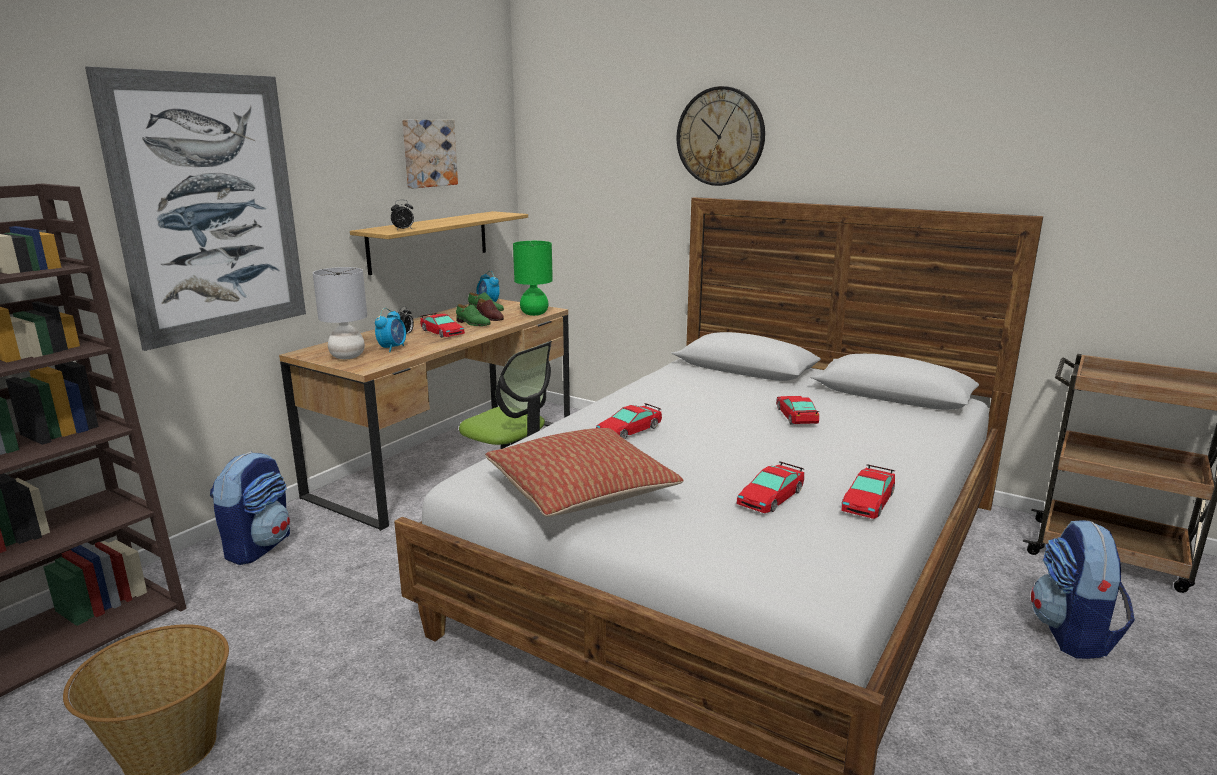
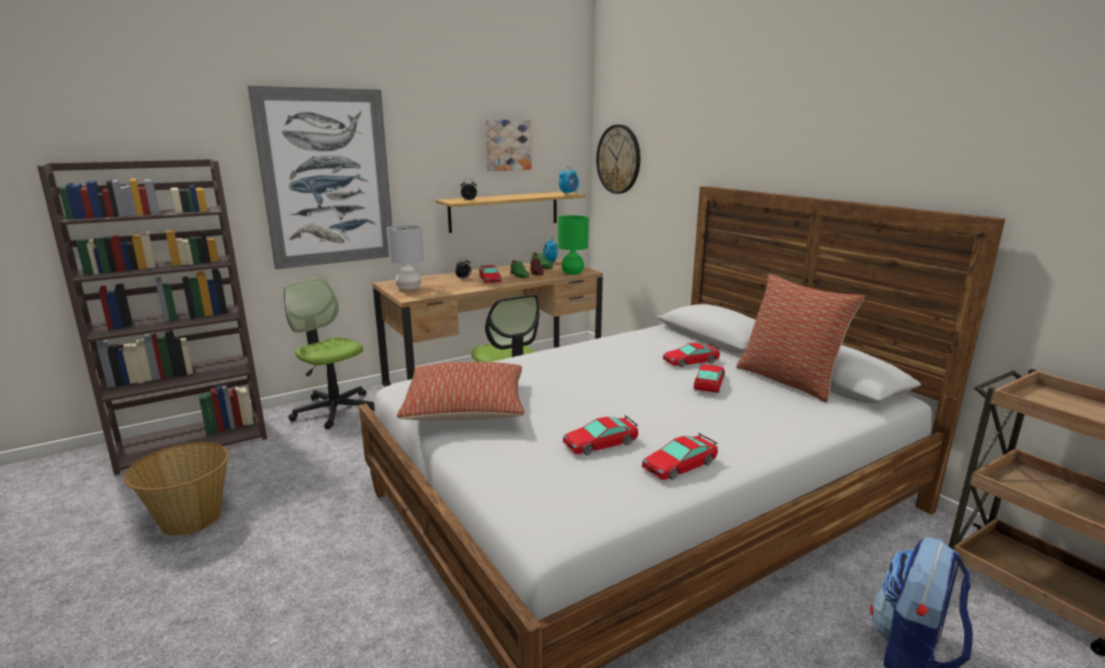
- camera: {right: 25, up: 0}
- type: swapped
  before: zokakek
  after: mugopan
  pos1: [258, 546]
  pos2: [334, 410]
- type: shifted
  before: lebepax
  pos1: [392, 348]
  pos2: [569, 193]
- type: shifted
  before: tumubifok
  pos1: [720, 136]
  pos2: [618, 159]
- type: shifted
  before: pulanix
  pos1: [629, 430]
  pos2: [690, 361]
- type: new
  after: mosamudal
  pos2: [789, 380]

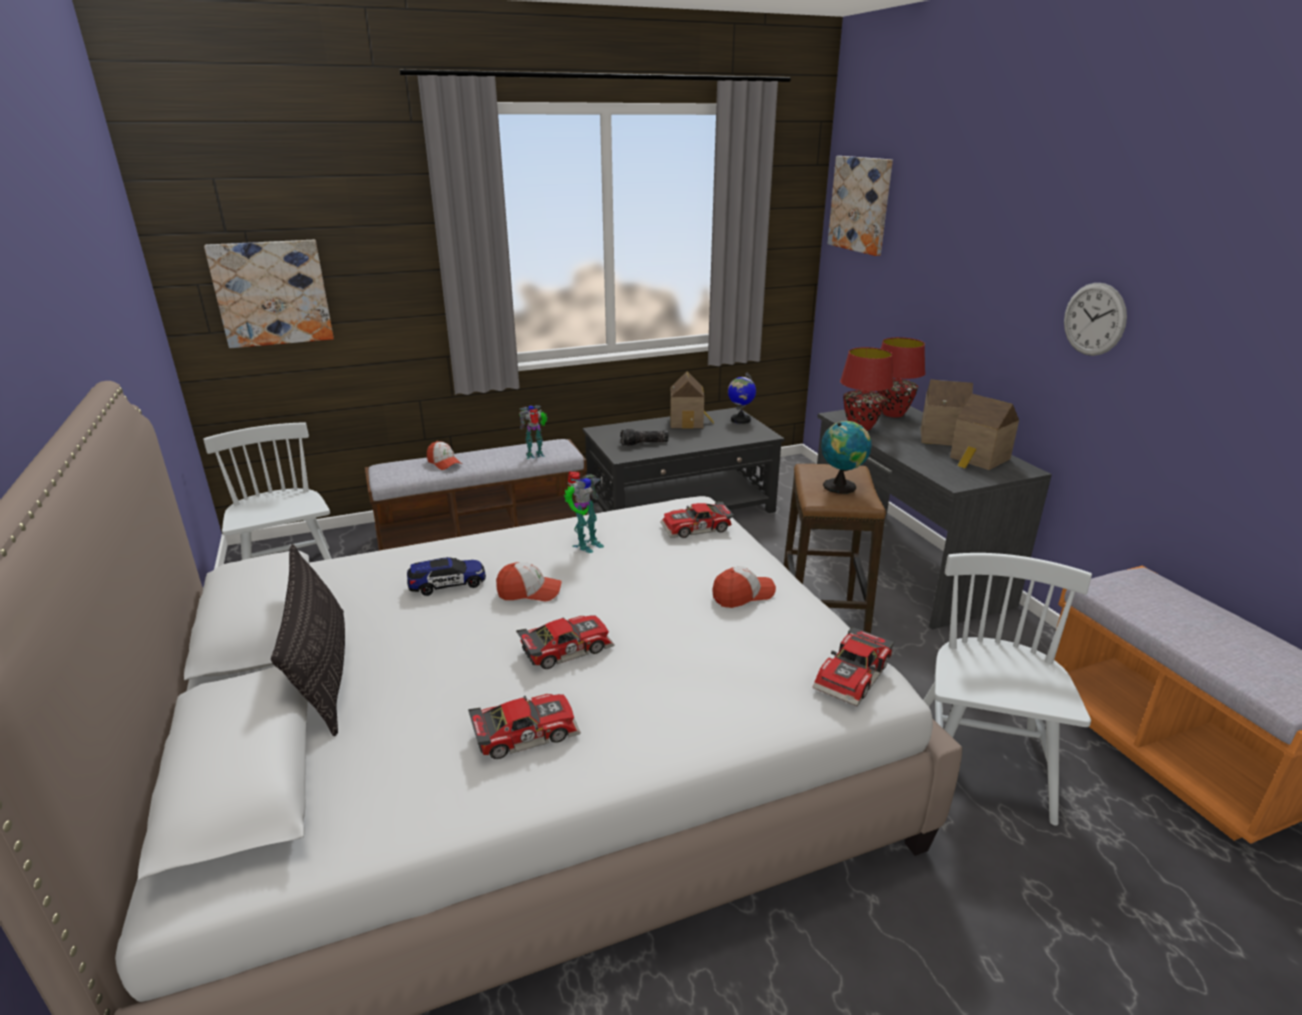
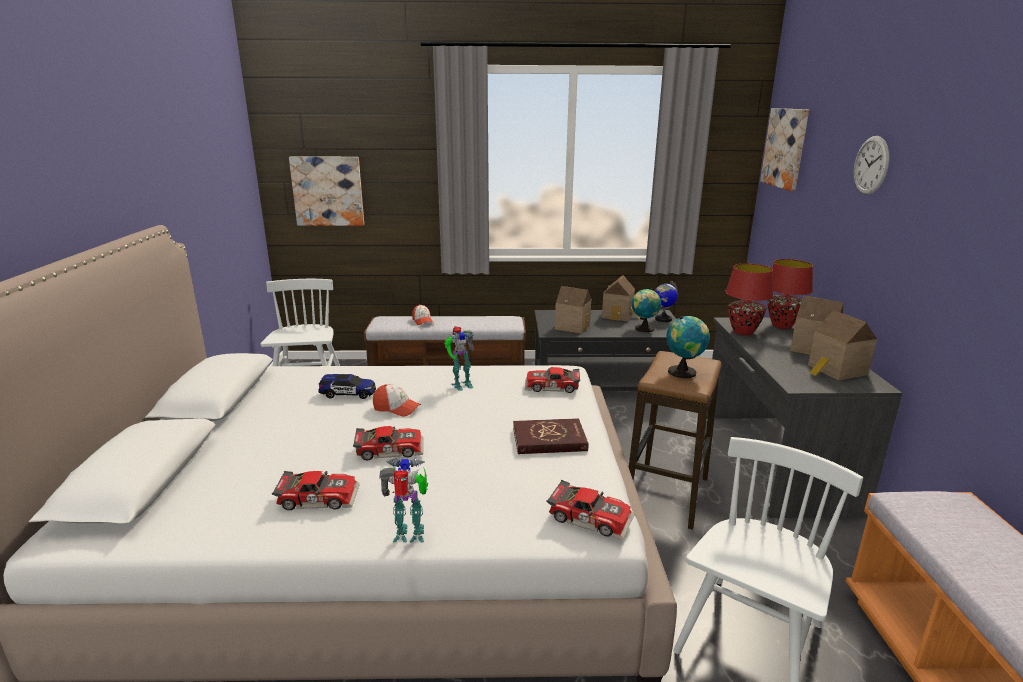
- camera: {right: 20, up: -5}
- type: shifted
  before: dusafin
  pos1: [536, 455]
  pos2: [411, 536]
- type: swapped
  before: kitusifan
  after: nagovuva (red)
  pos1: [743, 595]
  pos2: [549, 440]
- type: rotated
  before: pulanix
  pos1: [855, 676]
  pos2: [590, 516]
  turn: -120
- type: swapped
  before: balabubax
  after: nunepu
  pos1: [644, 444]
  pos2: [572, 326]
- type: new
  after: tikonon
  pos2: [643, 329]
- type: shifted
  before: tumubifok
  pos1: [1094, 319]
  pos2: [871, 165]
- type: gone
  before: mosamudal
  pos1: [323, 670]

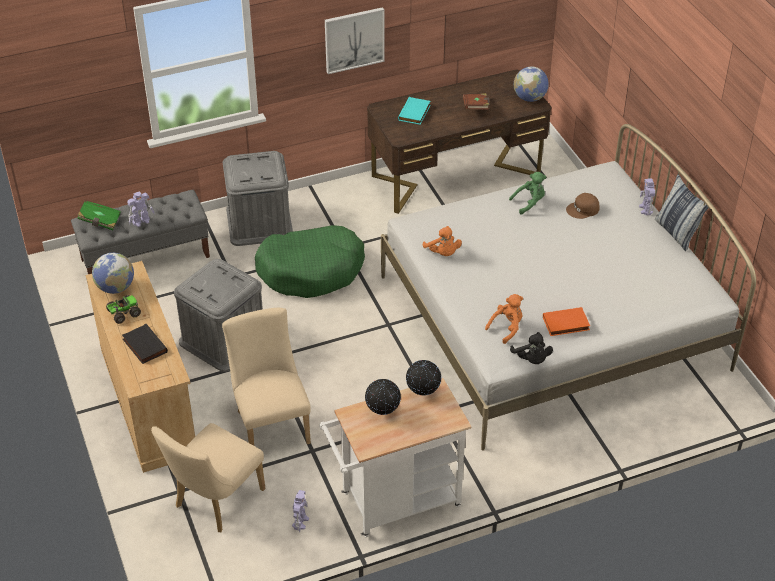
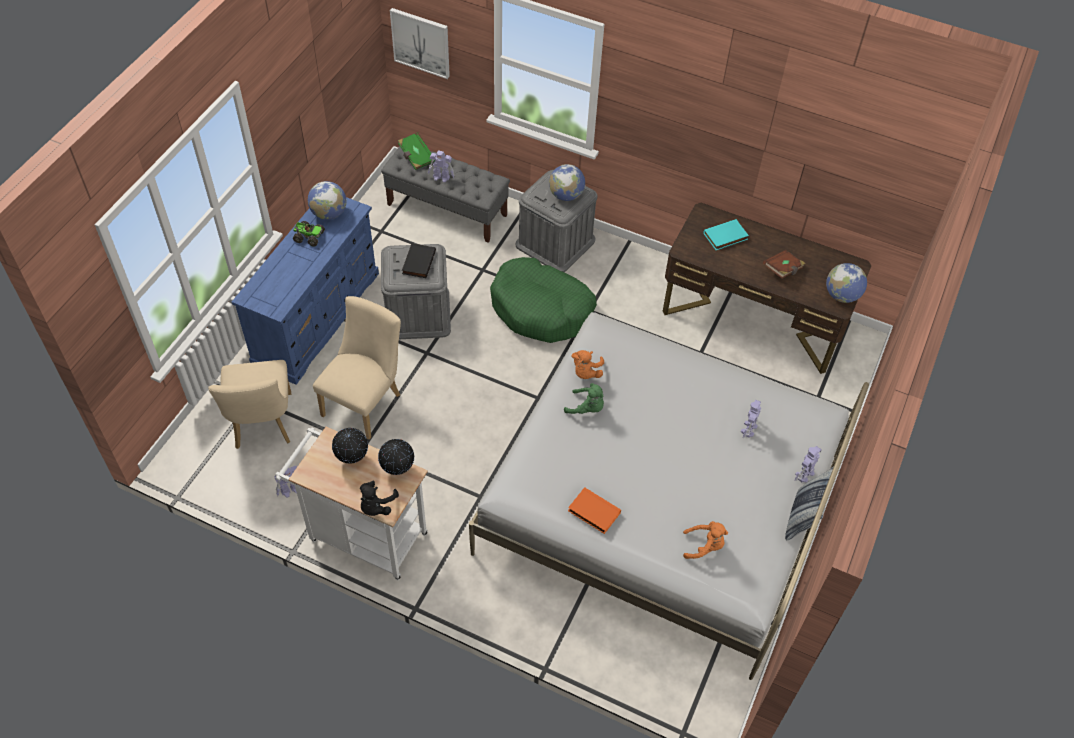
- camera: {right: 45, up: 10}
- type: rotated
  before: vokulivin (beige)
  pos1: [215, 502]
  pos2: [262, 425]
  turn: -90
- type: repainted
  before: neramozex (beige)
  after: neramozex (blue)
  pos1: [148, 400]
  pos2: [317, 317]
- type: shifted
  before: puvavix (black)
  pos1: [531, 359]
  pos2: [376, 506]
- type: shifted
  before: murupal
  pos1: [354, 39]
  pos2: [421, 42]
- type: shifted
  before: nagovuva (black)
  pos1: [143, 346]
  pos2: [418, 262]
- type: new
  after: tikonon
  pos2: [566, 195]
- type: shifted
  before: puvavix (green)
  pos1: [529, 203]
  pos2: [587, 408]
- type: shifted
  before: puvavix (orange)
  pos1: [507, 328]
  pos2: [704, 546]
- type: swapped
  before: kitusifan (brown)
  after: dusafin
  pos1: [583, 209]
  pos2: [748, 429]

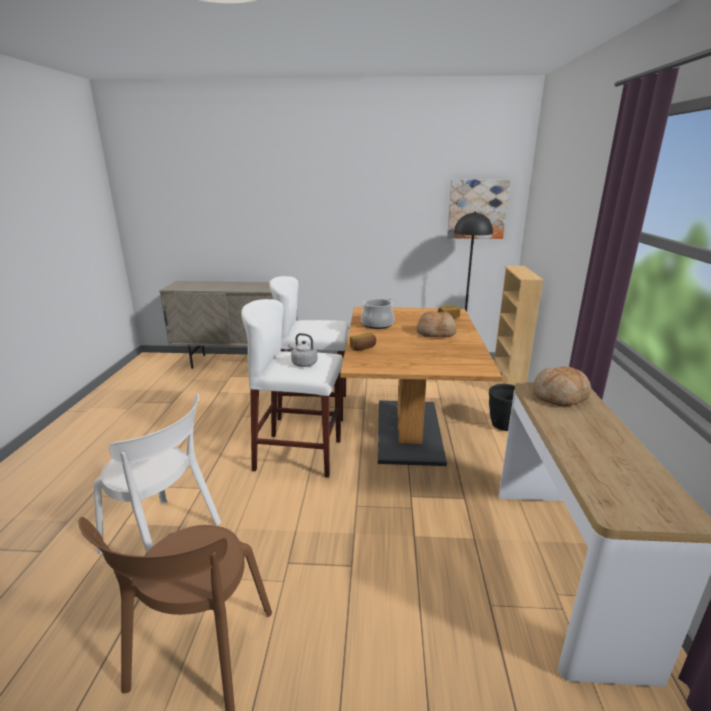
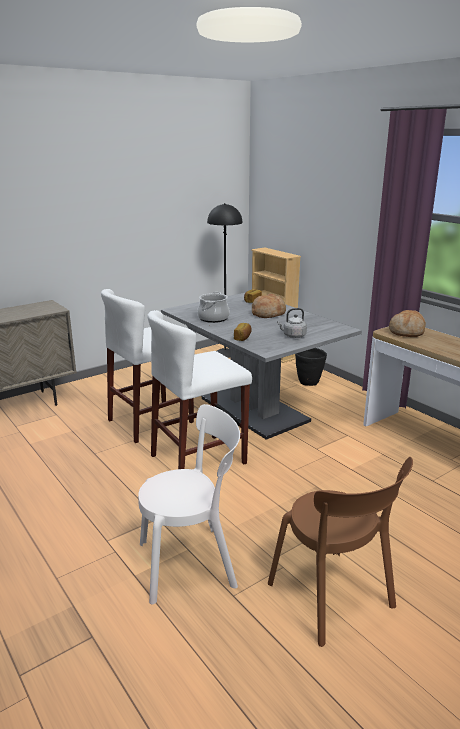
- camera: {right: -40, up: 0}
- type: repainted
  before: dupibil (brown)
  after: dupibil (grey)
  pos1: [408, 431]
  pos2: [254, 409]
- type: shifted
  before: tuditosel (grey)
  pos1: [303, 363]
  pos2: [293, 336]
- type: gone
  before: murupal
  pos1: [477, 209]

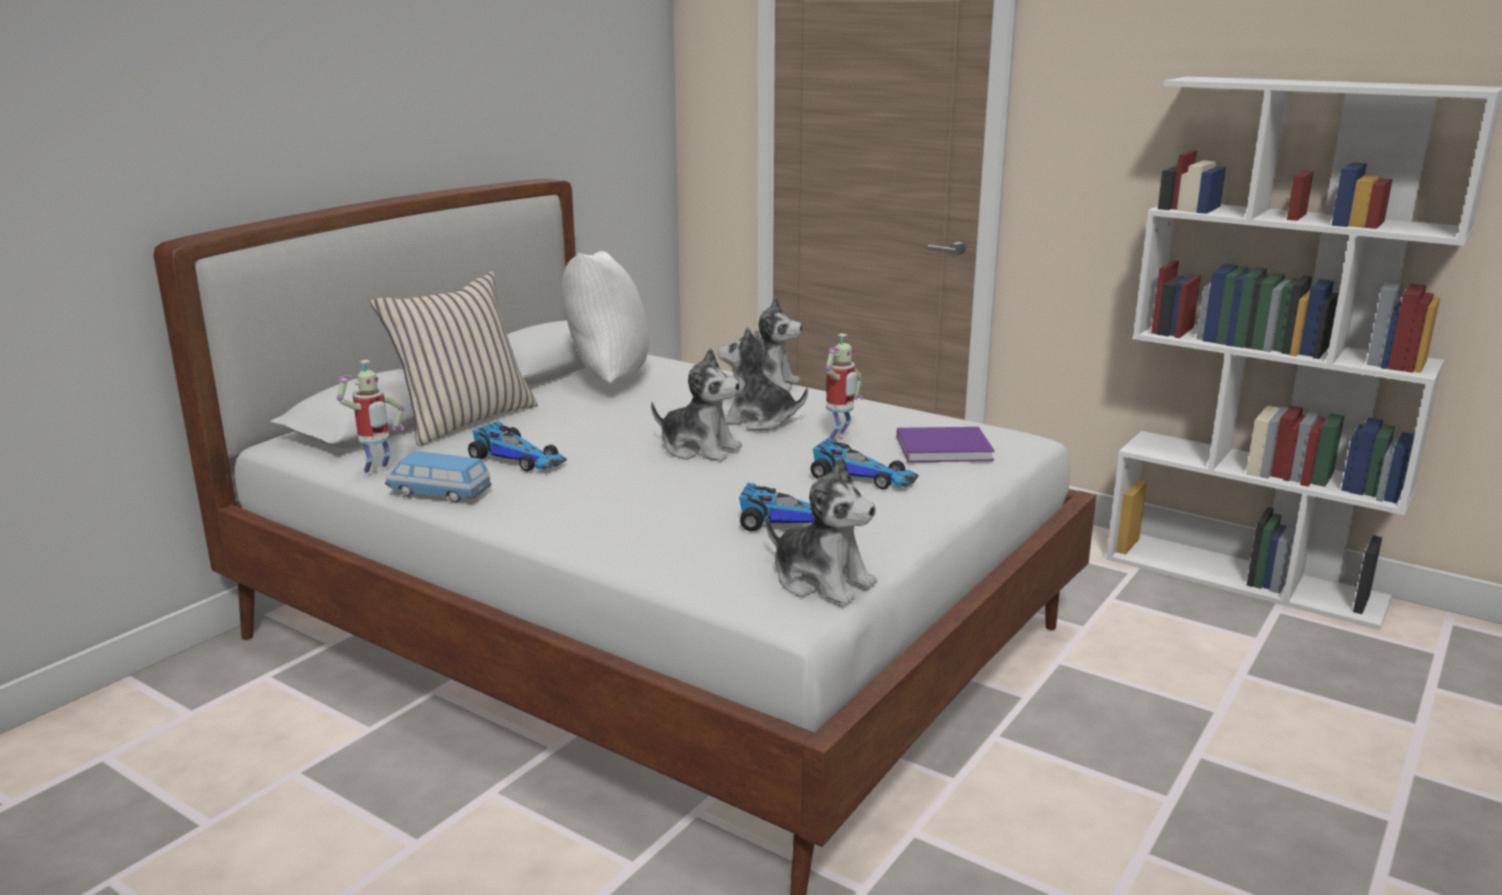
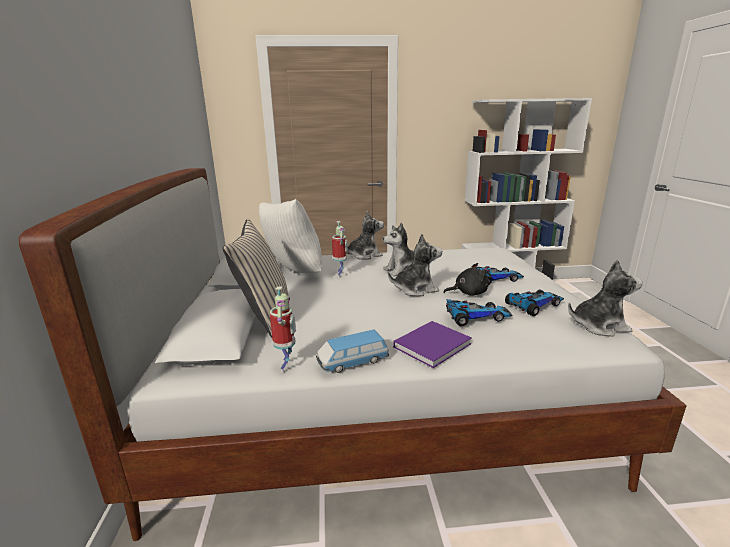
- camera: {right: -40, up: 0}
- type: shifted
  before: dusafin
  pos1: [839, 440]
  pos2: [341, 275]
- type: shifted
  before: nagovuva (purple)
  pos1: [947, 448]
  pos2: [433, 344]
- type: new
  after: puvavix (black)
  pos2: [468, 293]
- type: shifted
  before: pulanix
  pos1: [519, 458]
  pos2: [475, 316]

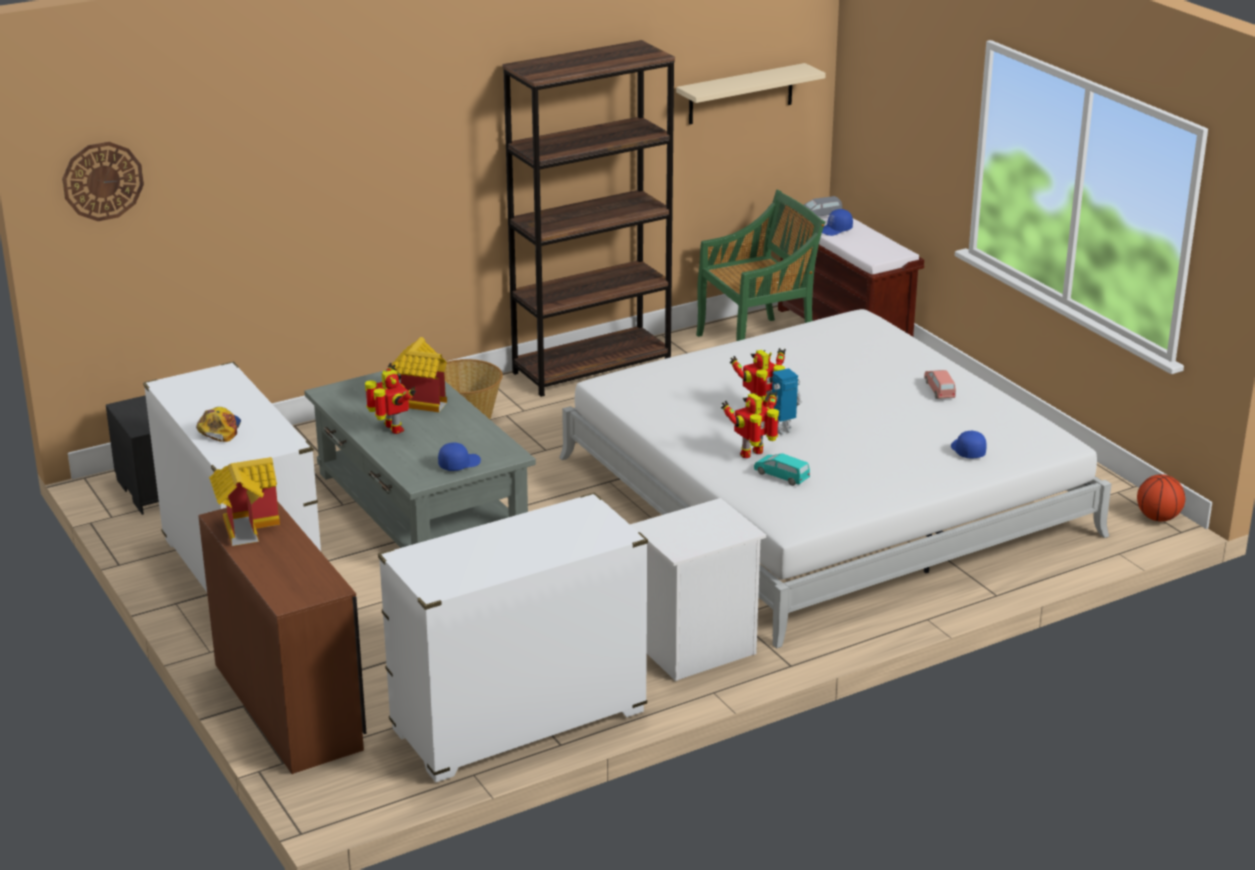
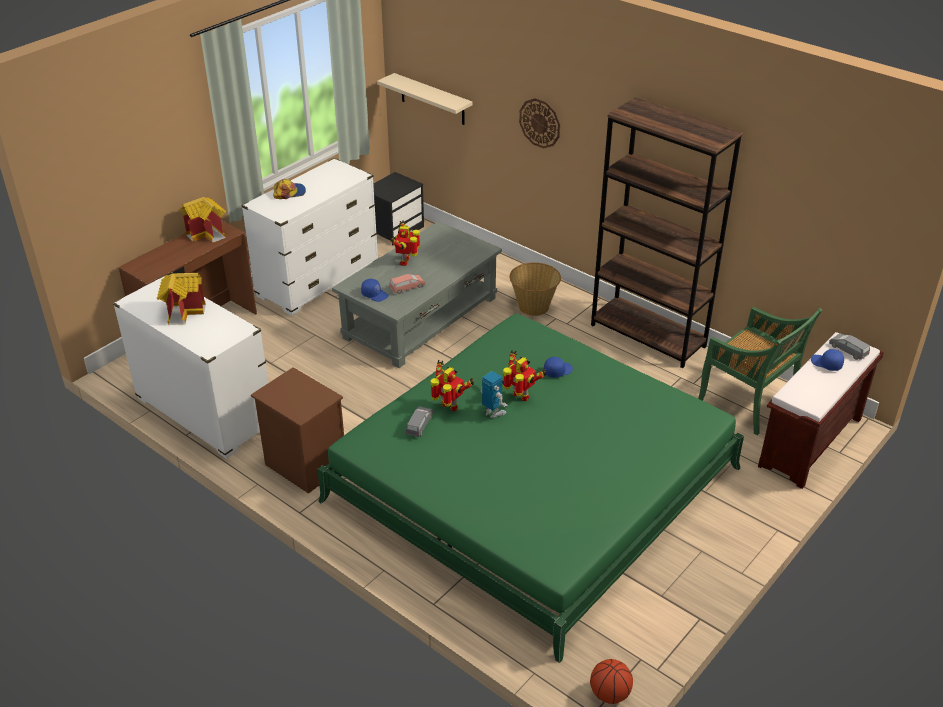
- camera: {right: 70, up: 10}
- type: shifted
  before: nunepu
  pos1: [418, 401]
  pos2: [184, 312]
- type: repainted
  before: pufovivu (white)
  after: pufovivu (brown)
  pos1: [694, 649]
  pos2: [303, 465]
- type: repainted
  before: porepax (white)
  after: porepax (green)
  pos1: [824, 495]
  pos2: [533, 484]
- type: shifted
  before: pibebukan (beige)
  pos1: [741, 94]
  pos2: [432, 99]
- type: rotated
  before: dusafin
  pos1: [392, 429]
  pos2: [406, 261]
  turn: 150
- type: shifted
  before: pulanix (pink)
  pos1: [939, 390]
  pos2: [407, 287]
- type: repainted
  before: pulanix (turquoise)
  after: pulanix (grey)
  pos1: [782, 476]
  pos2: [419, 425]
- type: shifted
  before: tumubifok
  pos1: [102, 181]
  pos2: [540, 123]
- type: shifted
  before: kitusifan (blue)
  pos1: [967, 451]
  pos2: [557, 371]

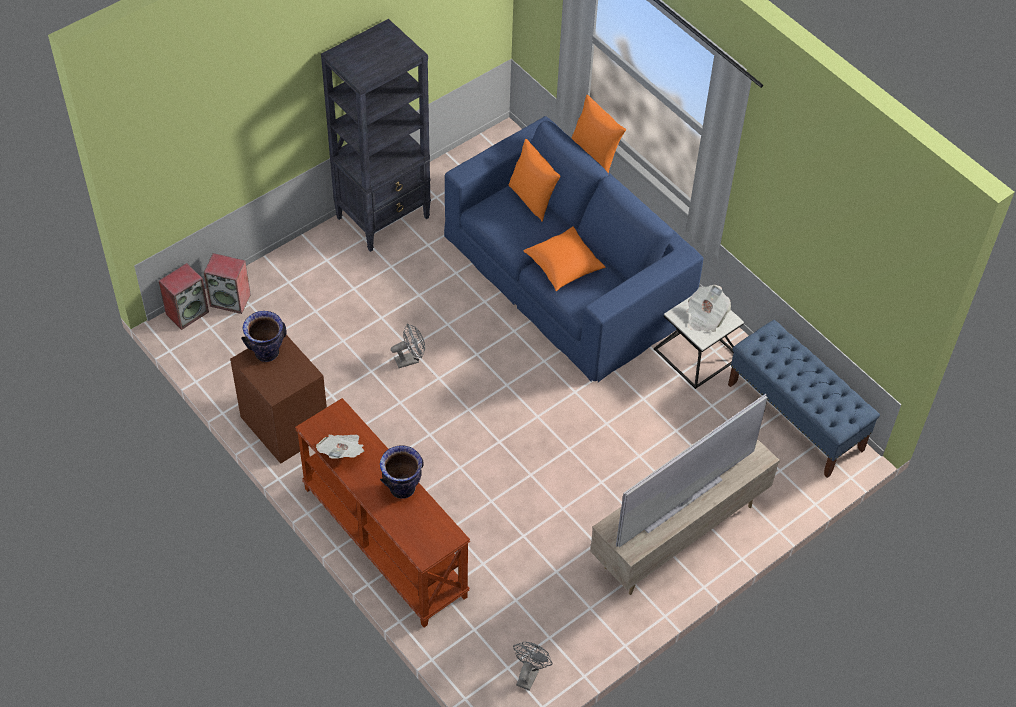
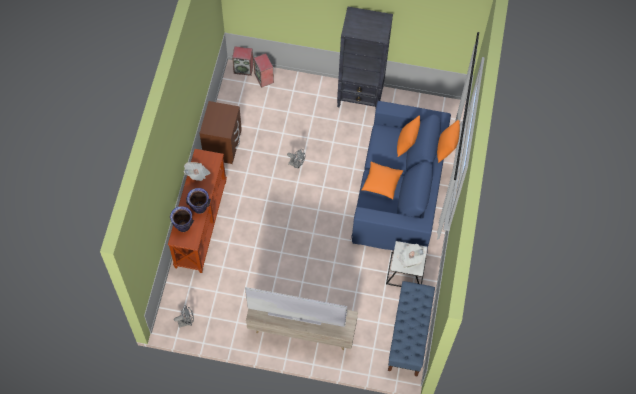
- camera: {right: 50, up: 10}
- type: shifted
  before: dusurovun
  pos1: [266, 352]
  pos2: [183, 226]

